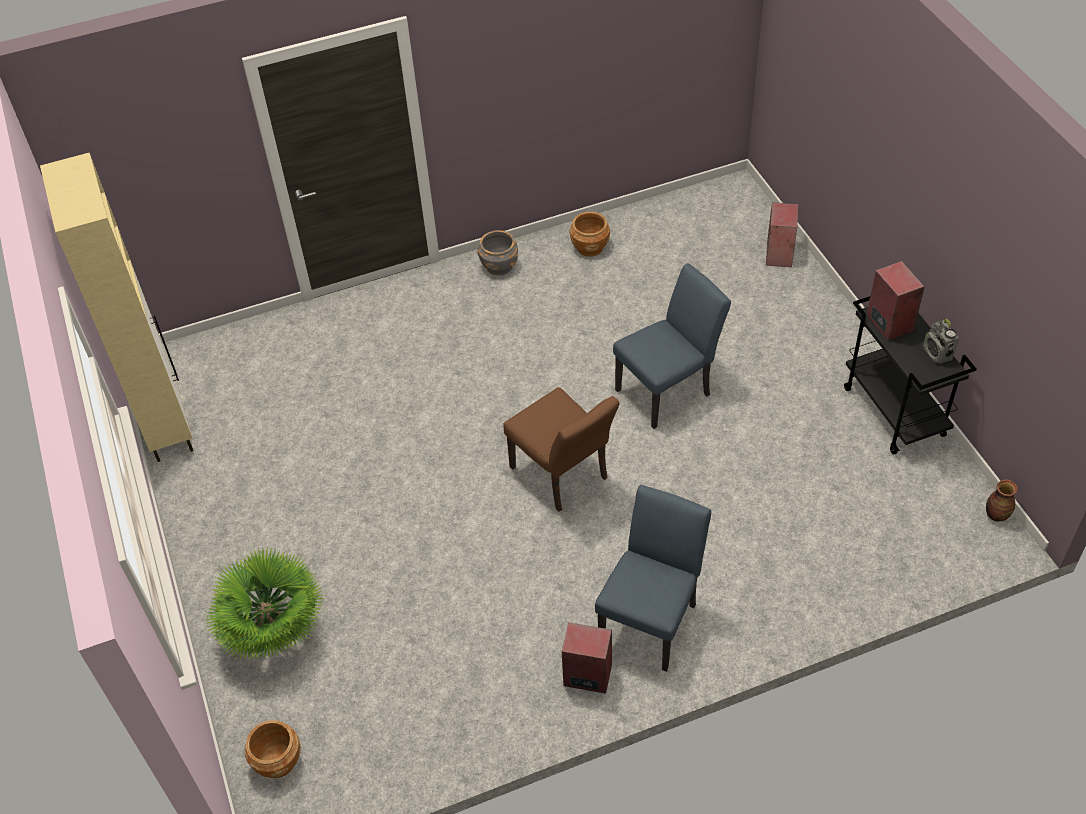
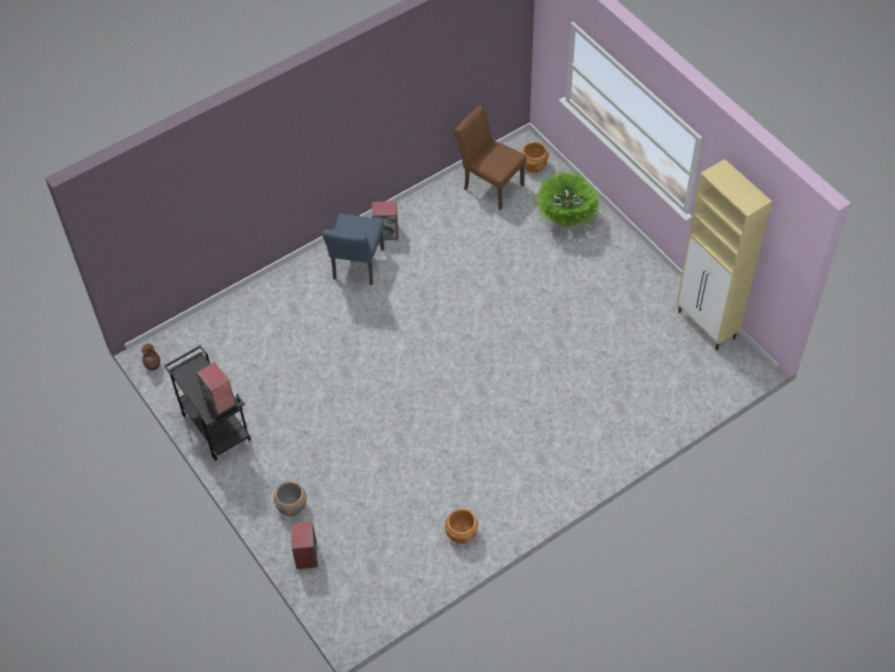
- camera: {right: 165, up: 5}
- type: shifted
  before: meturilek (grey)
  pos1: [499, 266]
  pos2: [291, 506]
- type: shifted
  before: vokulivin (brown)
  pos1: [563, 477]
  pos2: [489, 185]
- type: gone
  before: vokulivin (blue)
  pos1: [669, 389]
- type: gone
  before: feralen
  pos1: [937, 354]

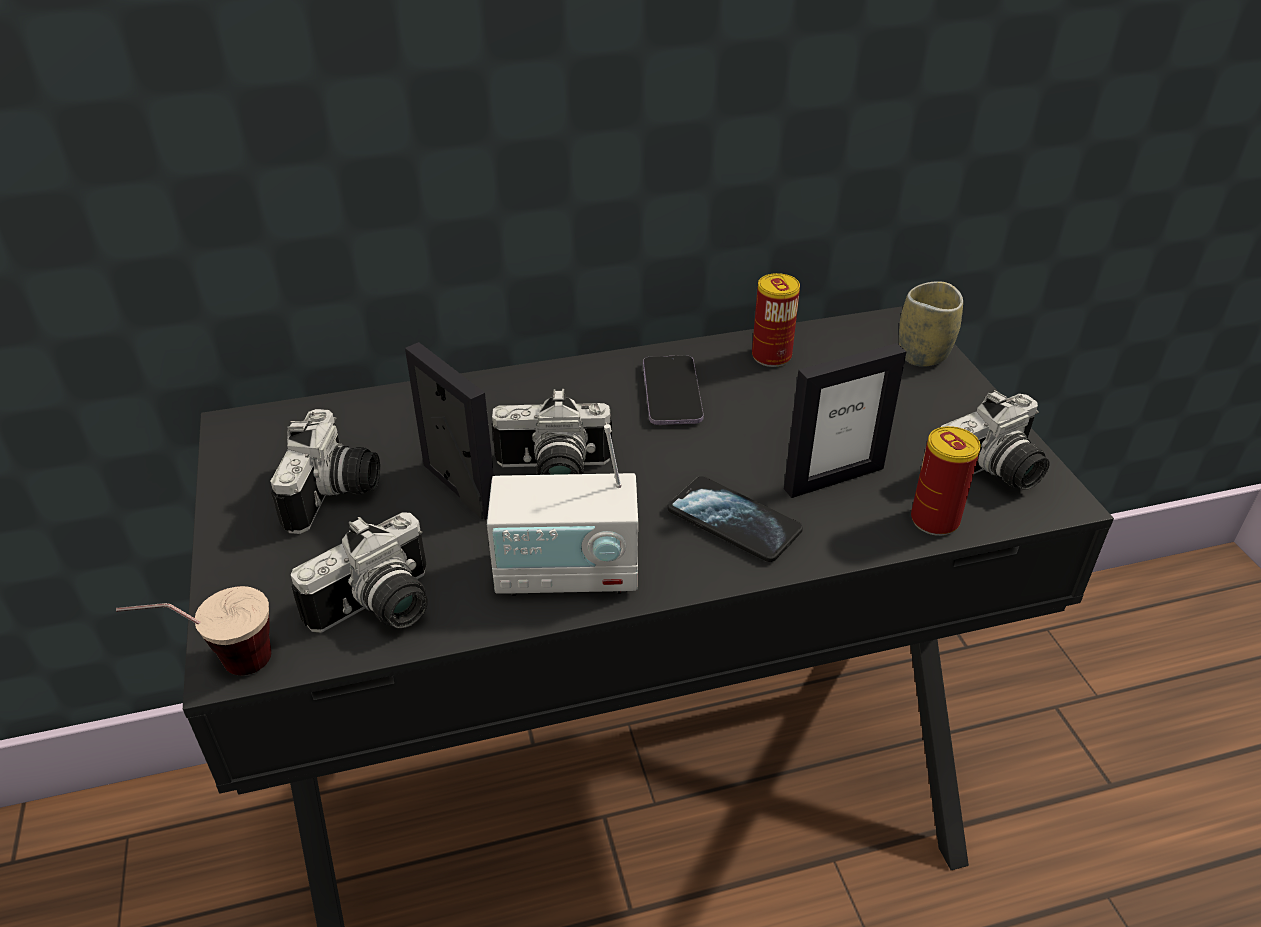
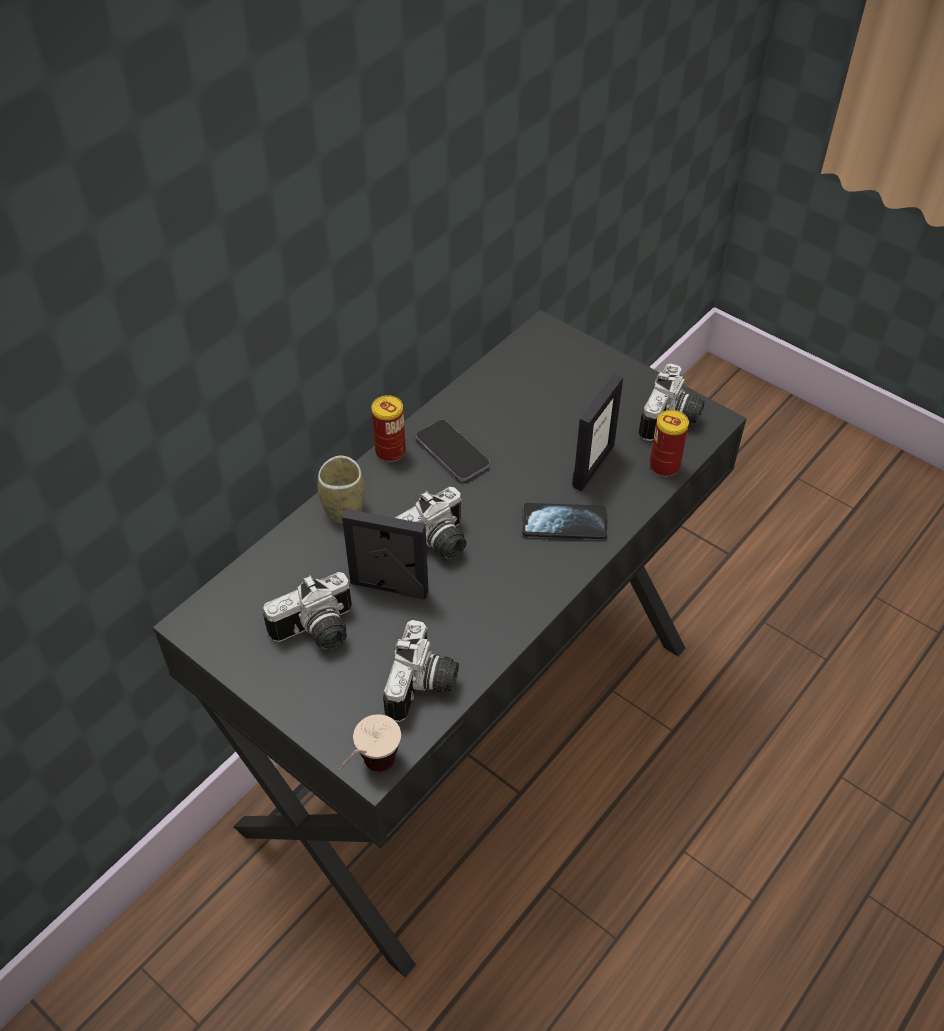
- camera: {right: -35, up: 10}
- type: rotated
  before: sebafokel
  pos1: [337, 495]
  pos2: [318, 633]
  turn: 90
- type: shifted
  before: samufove
  pos1: [923, 354]
  pos2: [344, 508]
- type: shifted
  before: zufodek
  pos1: [771, 356]
  pos2: [390, 451]
- type: gone
  before: feralen
  pos1: [567, 574]

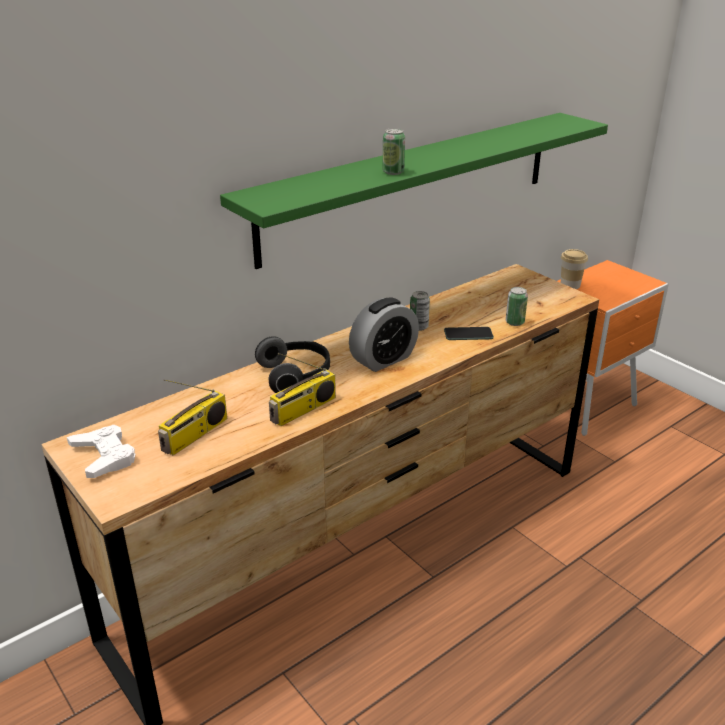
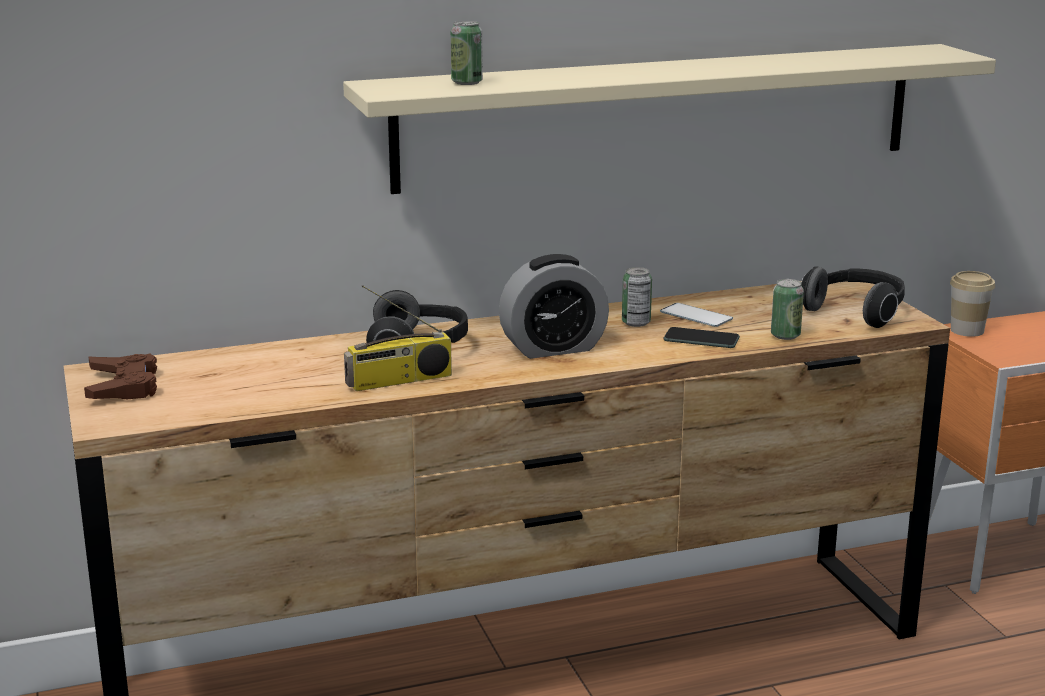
- camera: {right: 20, up: -10}
- type: repainted
  before: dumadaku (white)
  after: dumadaku (brown)
  pos1: [104, 456]
  pos2: [123, 386]
- type: repainted
  before: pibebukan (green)
  after: pibebukan (beige)
  pos1: [413, 184]
  pos2: [659, 116]
- type: shifted
  before: zufodek
  pos1: [393, 172]
  pos2: [467, 82]
- type: new
  after: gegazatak
  pos2: [696, 315]
- type: new
  after: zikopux
  pos2: [857, 312]
- type: gone
  before: feralen
  pos1: [195, 435]

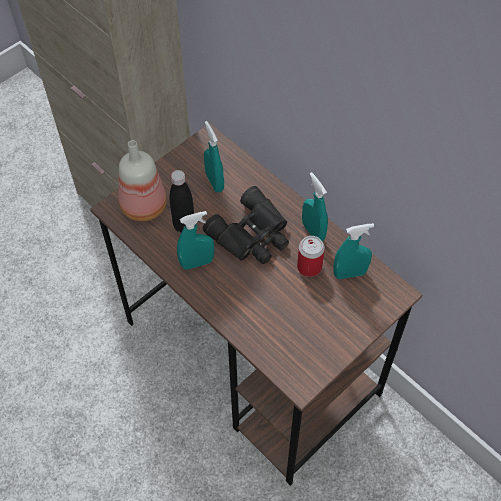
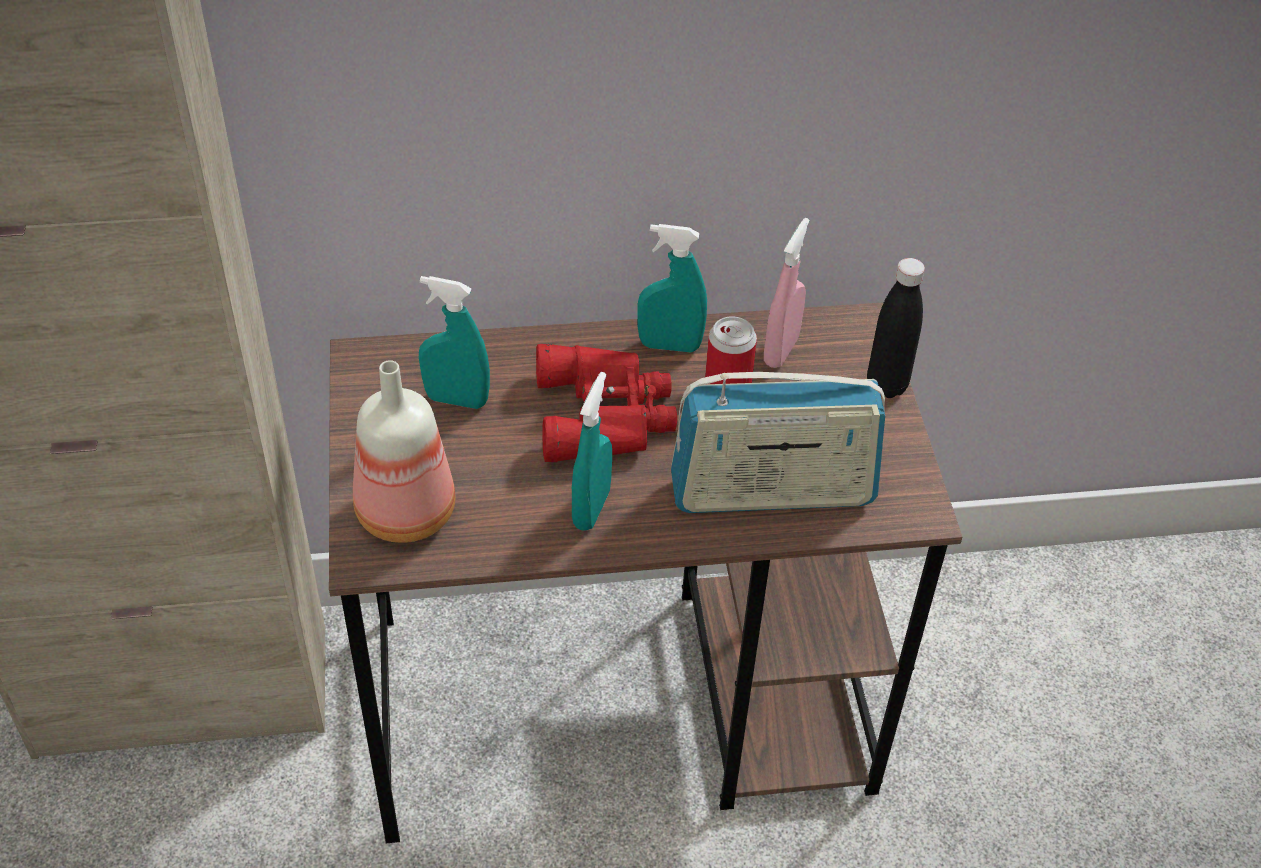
- camera: {right: -55, up: -10}
- type: repainted
  before: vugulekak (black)
  after: vugulekak (red)
  pos1: [252, 235]
  pos2: [606, 414]
- type: new
  after: feralen
  pos2: [772, 492]
- type: repainted
  before: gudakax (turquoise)
  after: gudakax (pink)
  pos1: [350, 273]
  pos2: [781, 351]
- type: shifted
  before: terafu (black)
  pos1: [184, 225]
  pos2: [886, 385]

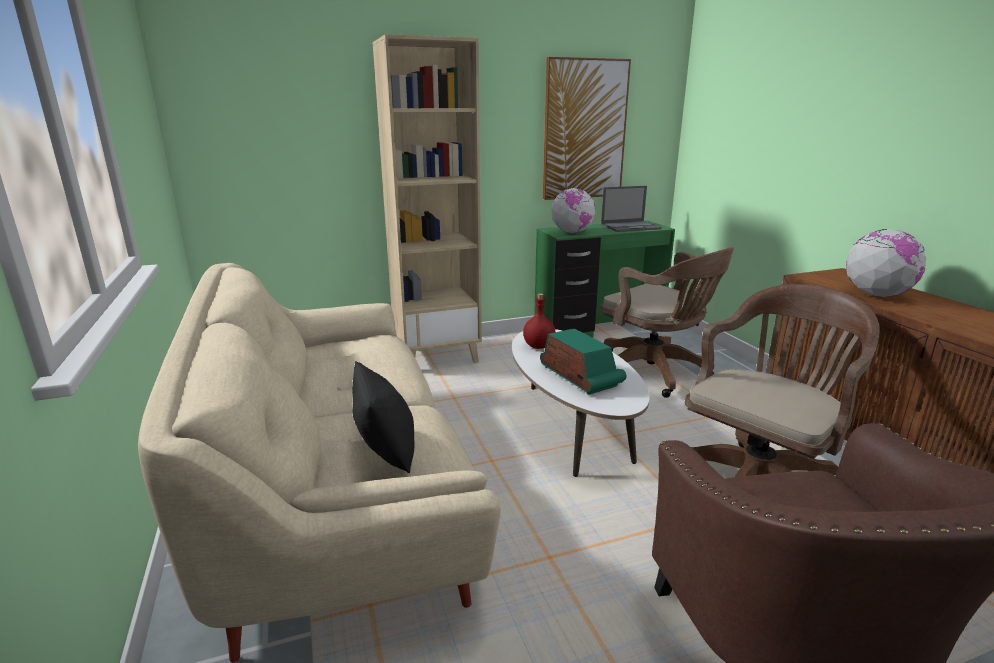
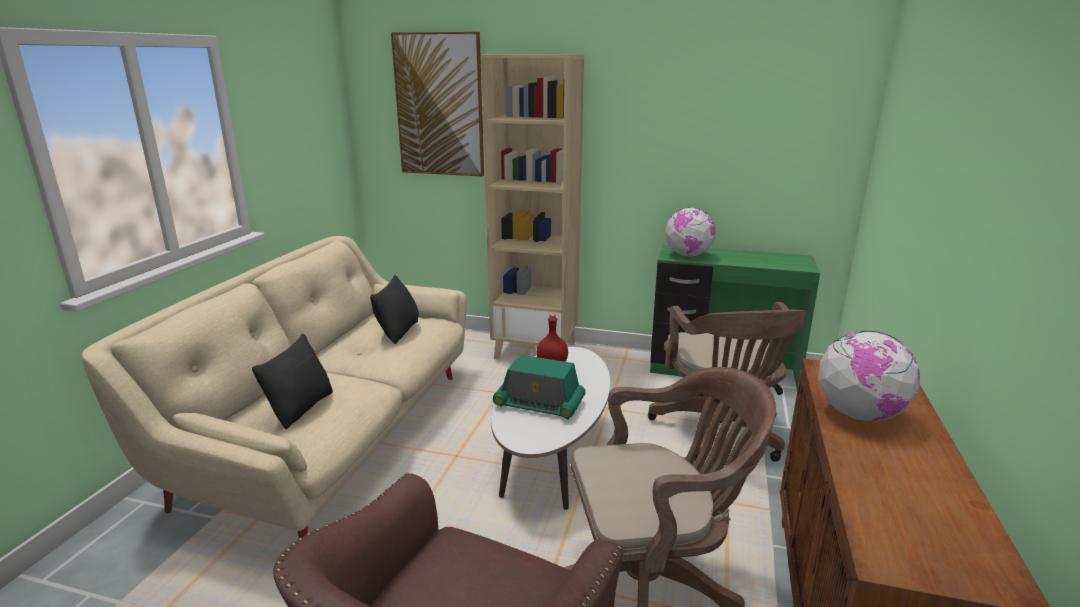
- camera: {right: 35, up: 0}
- type: new
  after: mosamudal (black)
  pos2: [398, 332]
- type: shifted
  before: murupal
  pos1: [584, 130]
  pos2: [439, 105]
- type: rotated
  before: feralen
  pos1: [580, 376]
  pos2: [539, 404]
  turn: 105
- type: gone
  before: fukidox
  pos1: [631, 227]

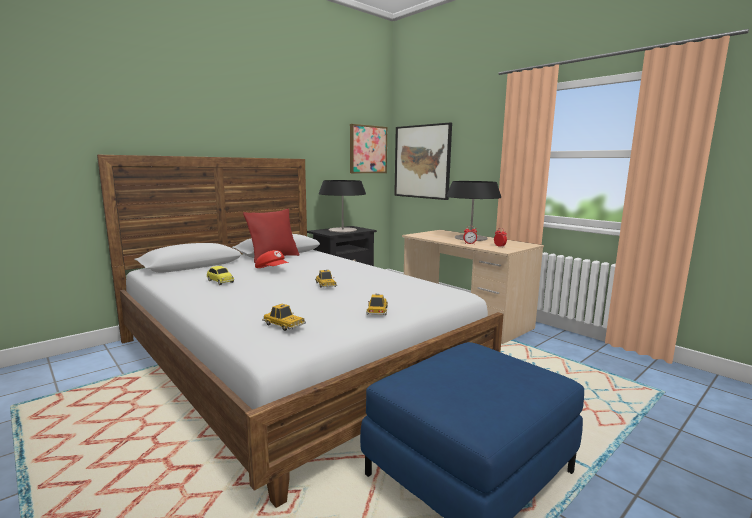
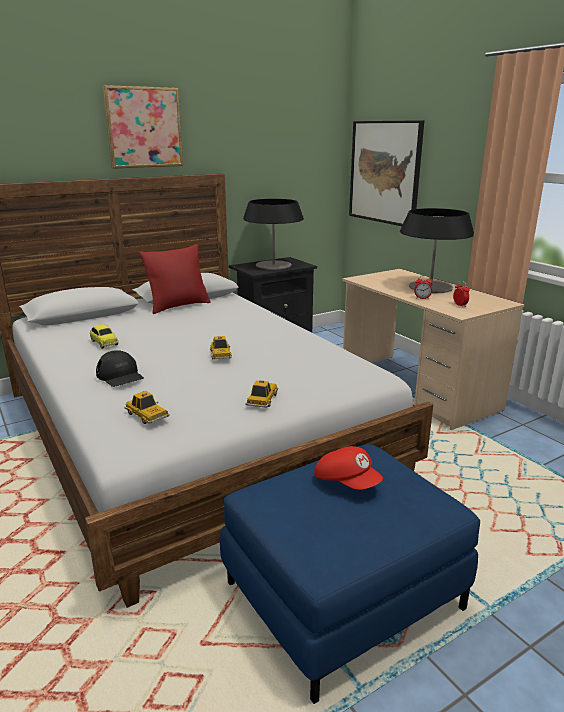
- camera: {right: 10, up: 10}
- type: new
  after: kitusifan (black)
  pos2: [120, 375]
- type: shifted
  before: murupal
  pos1: [368, 149]
  pos2: [144, 127]
- type: shifted
  before: kitusifan (red)
  pos1: [272, 269]
  pos2: [347, 482]

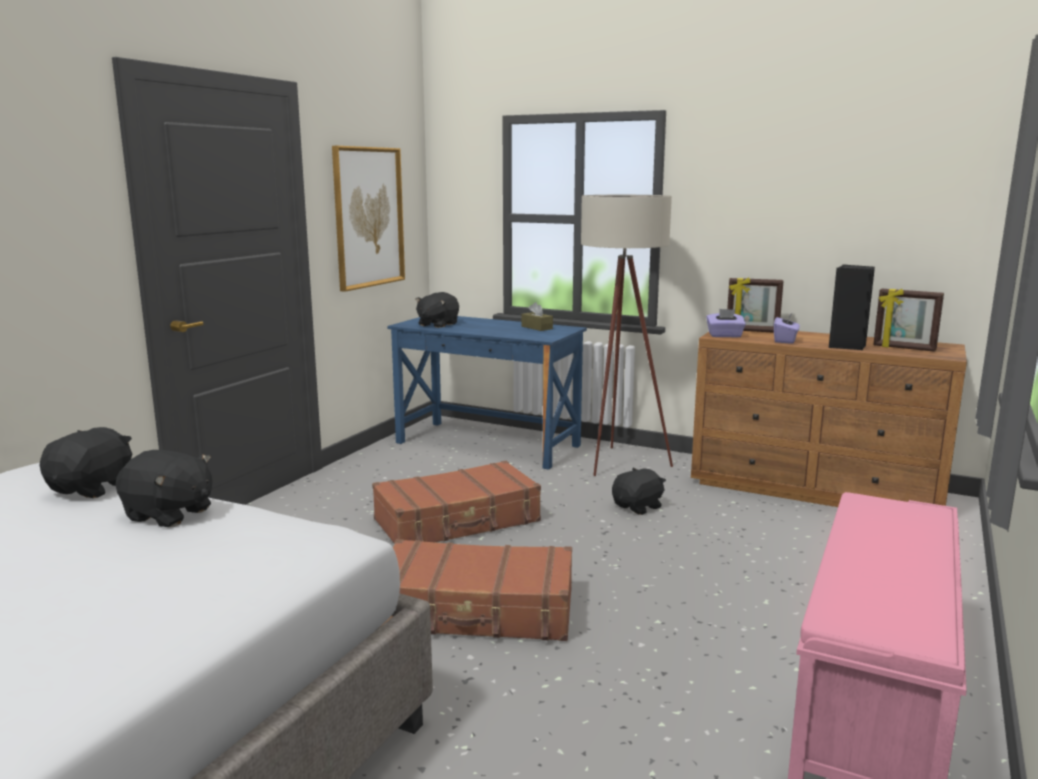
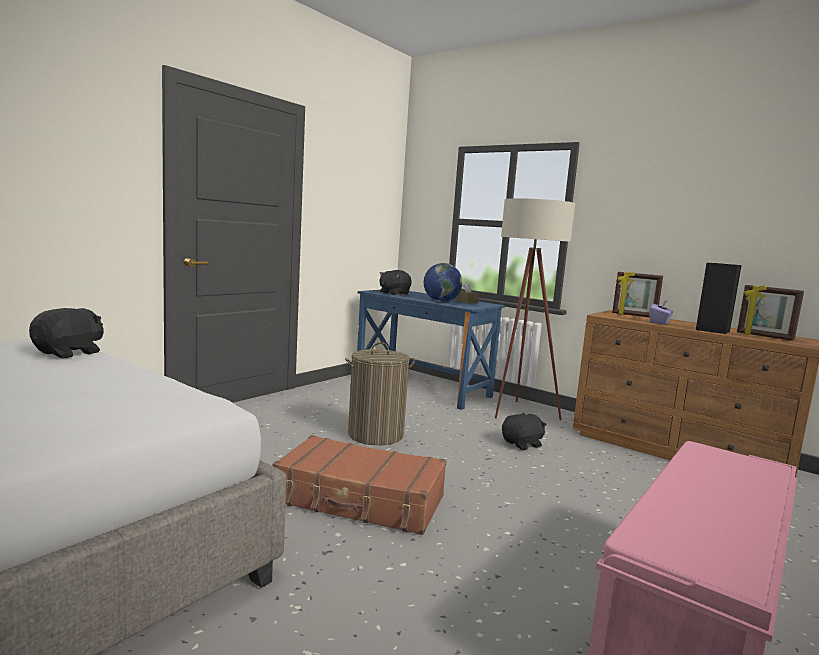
- camera: {right: 10, up: -5}
- type: swapped
  before: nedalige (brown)
  after: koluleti
  pos1: [458, 521]
  pos2: [376, 435]
- type: new
  after: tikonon
  pos2: [441, 301]
- type: gone
  before: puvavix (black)
  pos1: [169, 514]
- type: gone
  before: murupal
  pos1: [368, 217]
- type: gone
  before: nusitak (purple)
  pos1: [725, 336]

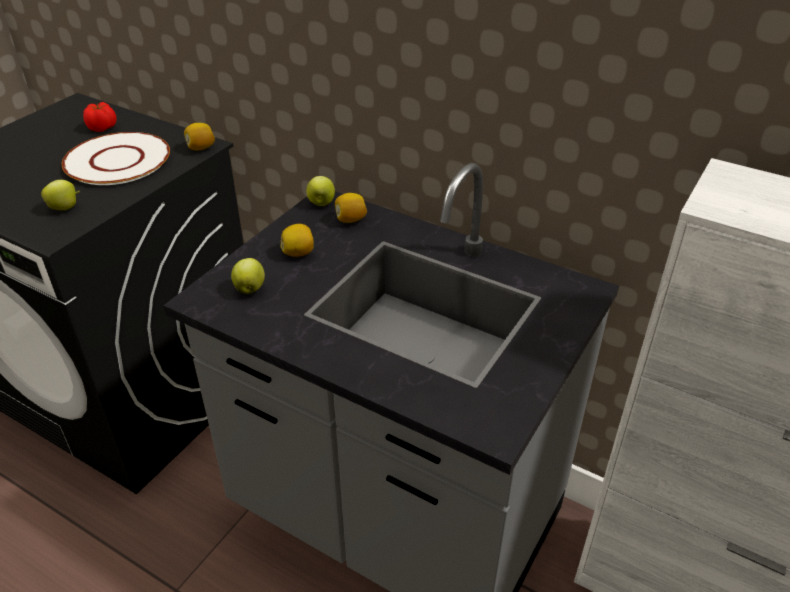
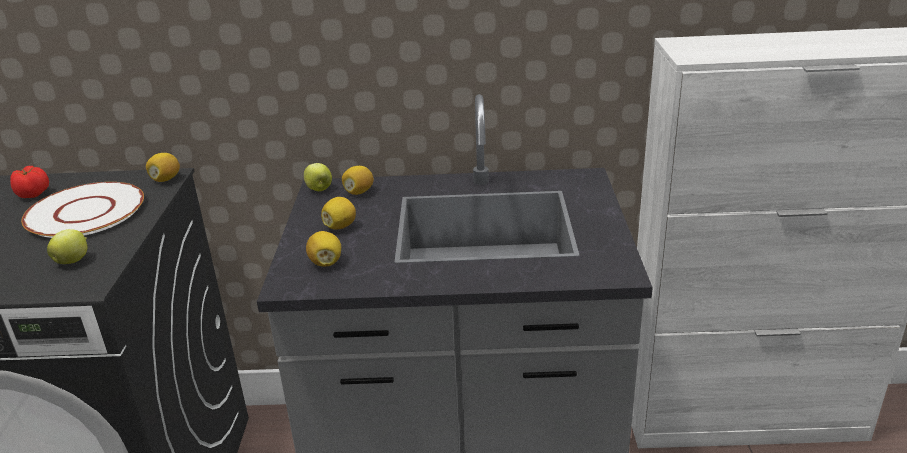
- camera: {right: -30, up: -10}
- type: swapped
  before: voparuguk
  after: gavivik
  pos1: [250, 288]
  pos2: [326, 262]

